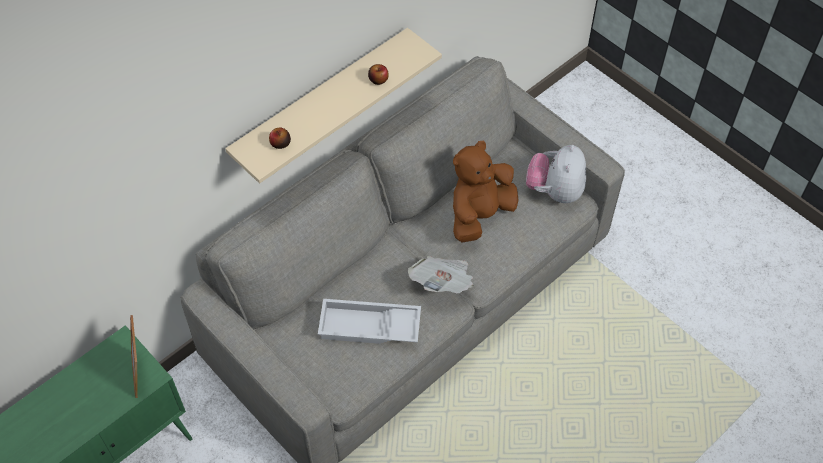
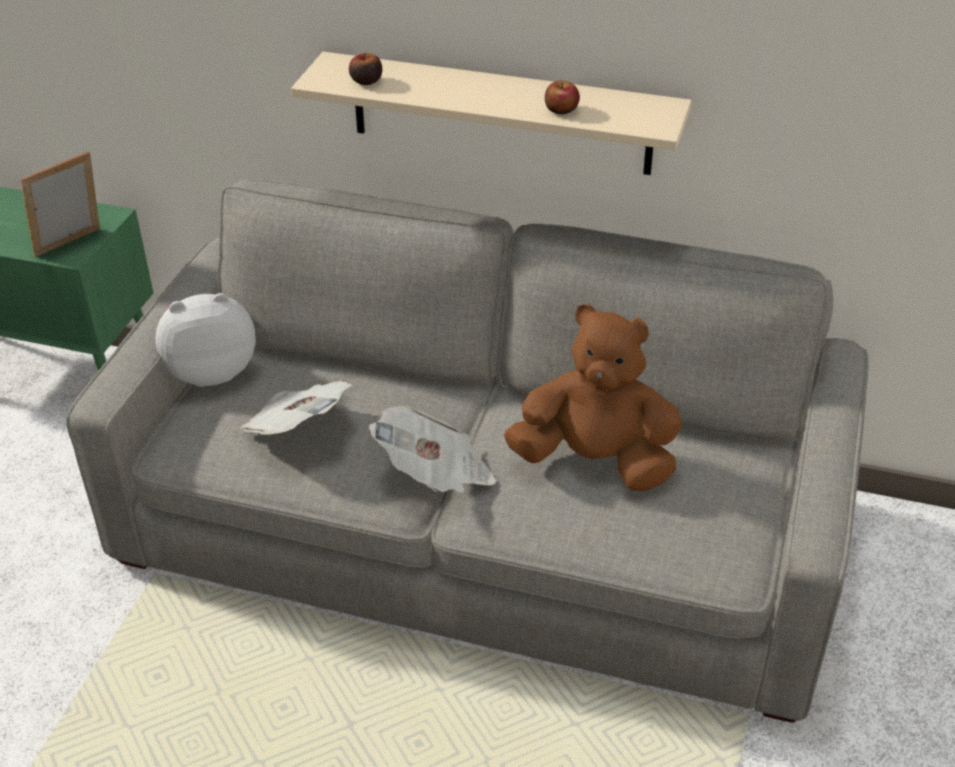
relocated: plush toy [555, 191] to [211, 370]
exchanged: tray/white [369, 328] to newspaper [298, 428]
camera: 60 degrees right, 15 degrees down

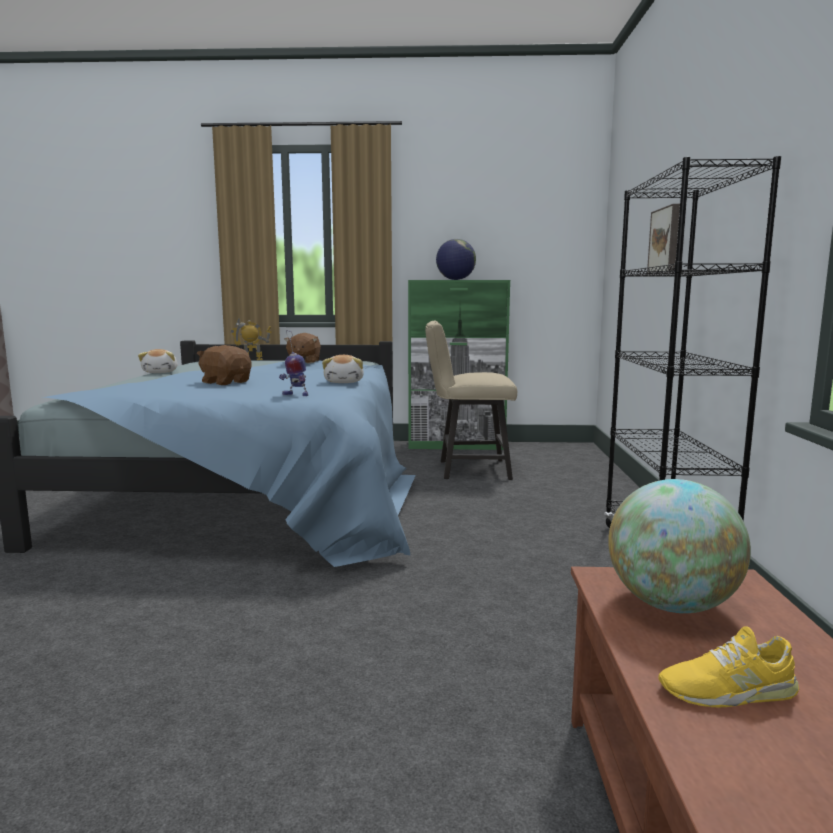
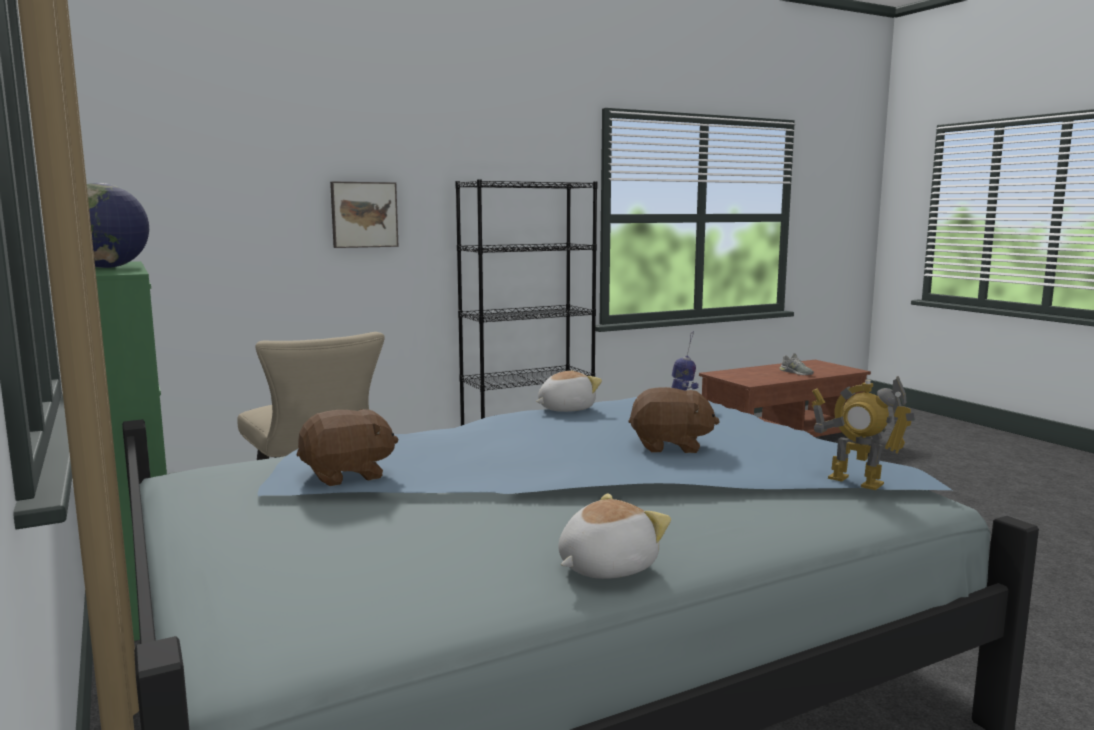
missing: globe [671, 605]
relocated: toy robot [252, 359] to [855, 481]
colour: shoe/yellow [727, 690] to shoe/grey [796, 373]
spun: plush toy/brown [226, 382] = [670, 446] 90 degrees counterclockwise
camera: 120 degrees left, 0 degrees up

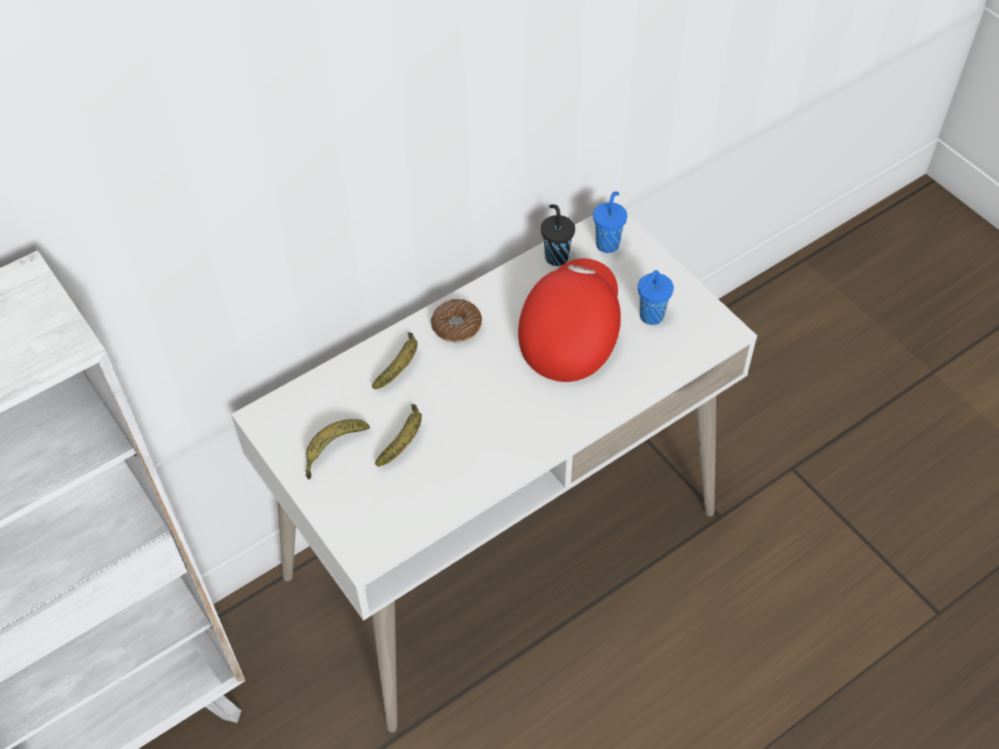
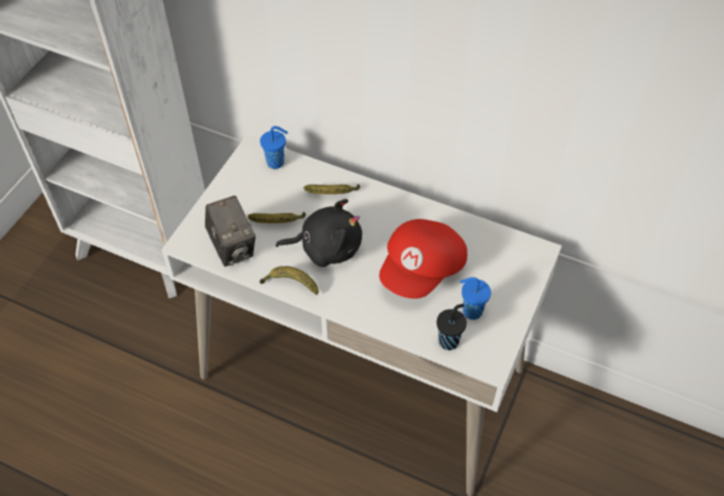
missing: donut [457, 326]
appeared: photo camera [233, 247]; plush toy/black [326, 247]
relocated: cup/blue [608, 243] to [276, 162]; banana [333, 449] to [290, 284]; cup/black [556, 256] to [449, 340]
spun: cap/red [569, 332] = [423, 270] 135 degrees clockwise
camera: 60 degrees right, 0 degrees up

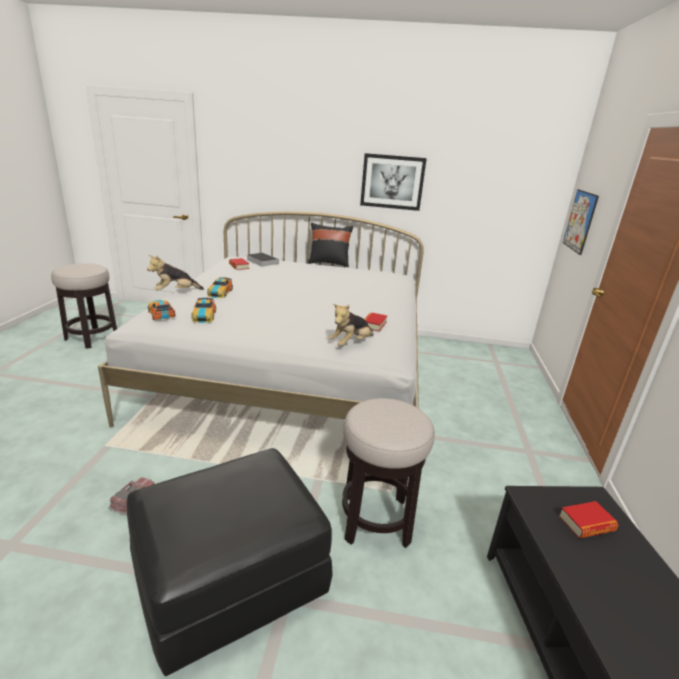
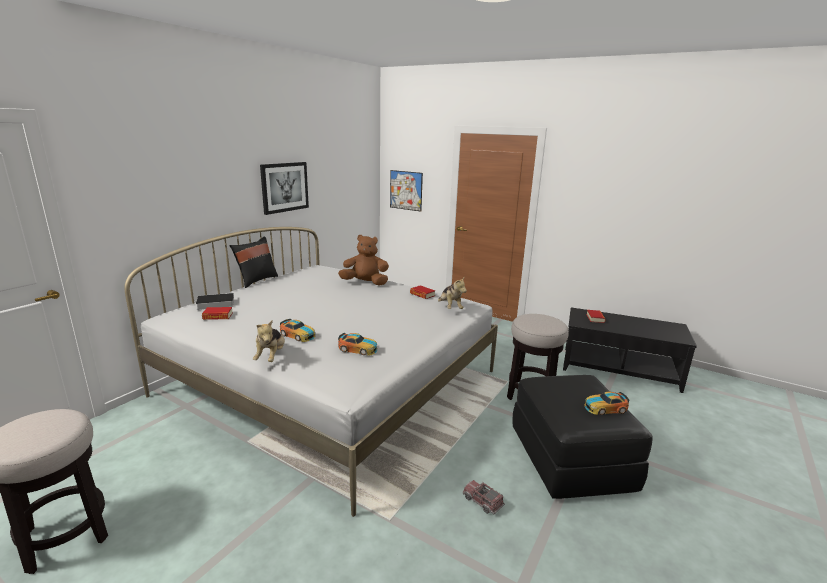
appeared: plush toy/brown [365, 283]
relocated: toy car [161, 314] to [605, 408]
camera: 65 degrees left, 5 degrees down

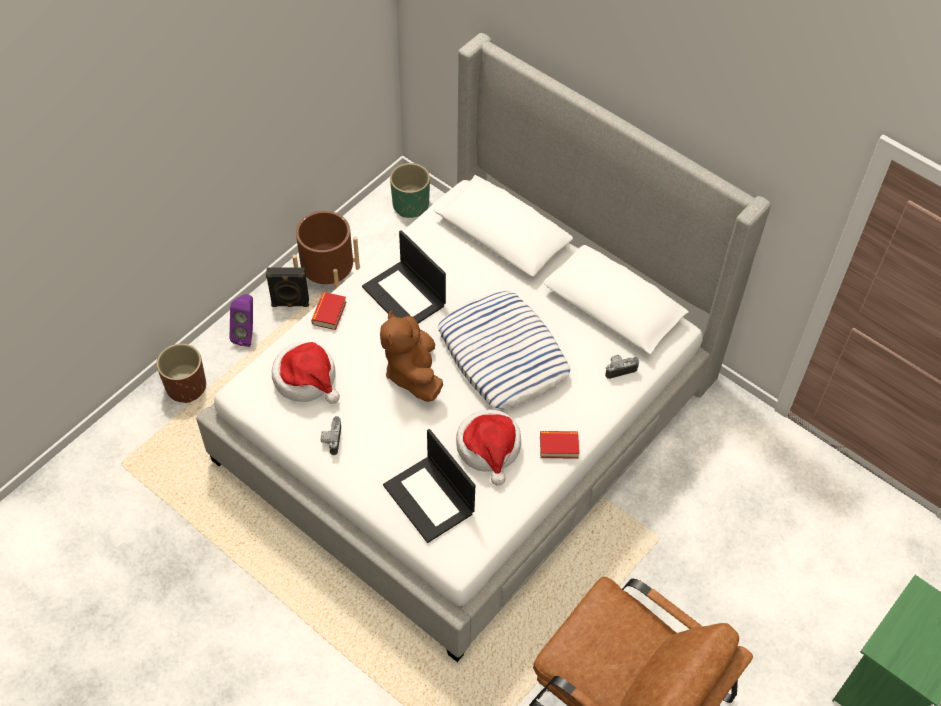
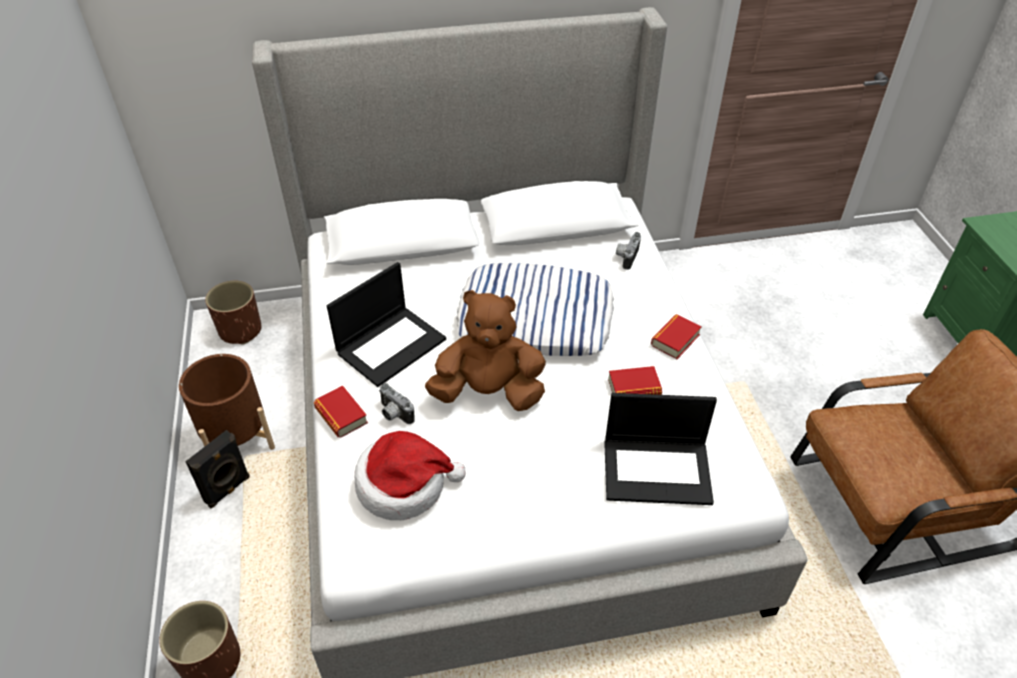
missing: speaker/purple [247, 334]
relocated: photo camera [331, 440] to [394, 414]
exchanged: hat [489, 448] to book [634, 388]
colour: planter/green [410, 205] to planter/brown [240, 330]
spun: laptop [405, 296] = [391, 345] 45 degrees counterclockwise; plush toy/brown [413, 373] = [489, 392] 150 degrees clockwise
camera: 50 degrees left, 10 degrees down

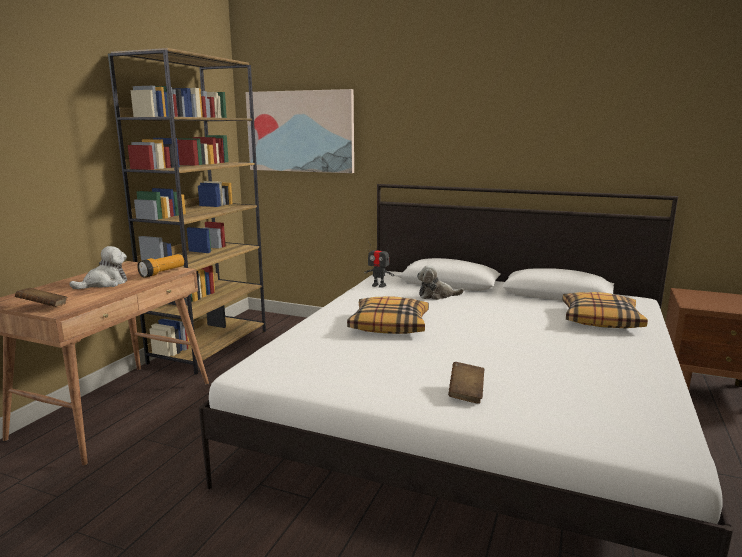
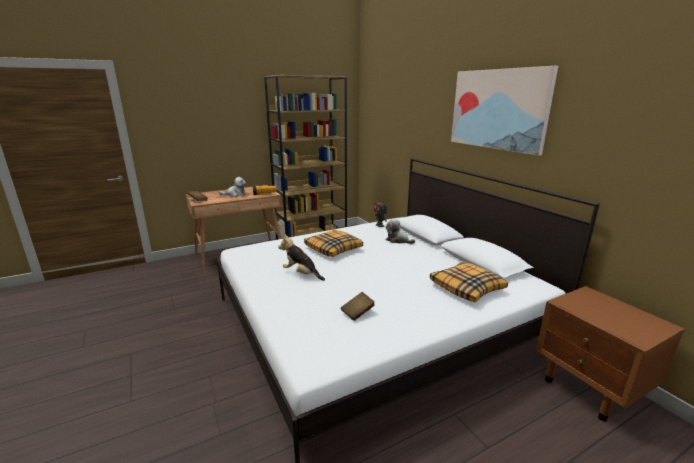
appeared: plush toy [301, 274]
relocated: book/brown [466, 393] to [357, 312]; picture [300, 131] to [498, 109]
camera: 40 degrees right, 5 degrees up

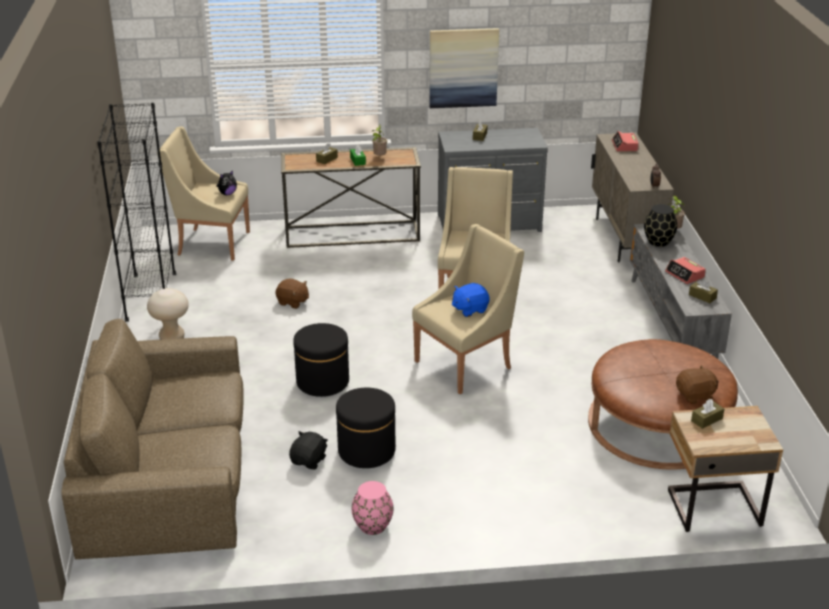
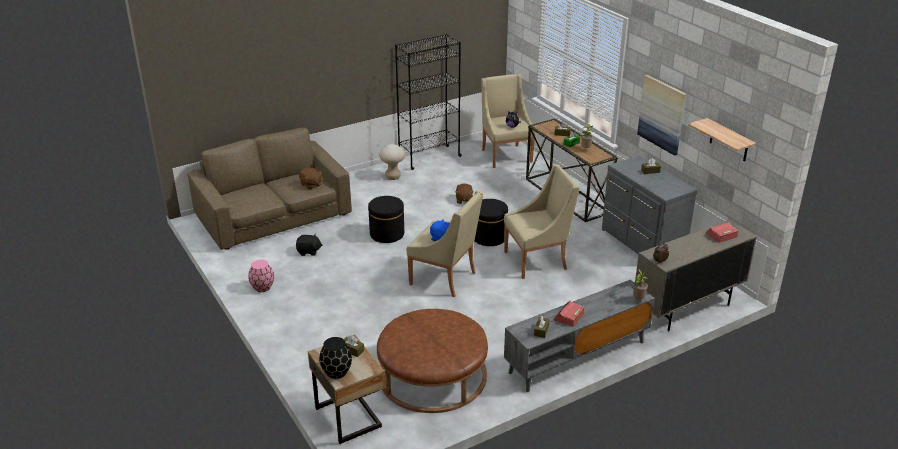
appeared: shelf [729, 140]
relocated: plush toy/brown [695, 396] to [310, 185]; vase/black [658, 242] to [336, 372]; ottoman/black [366, 451] to [489, 237]
camera: 65 degrees right, 0 degrees up

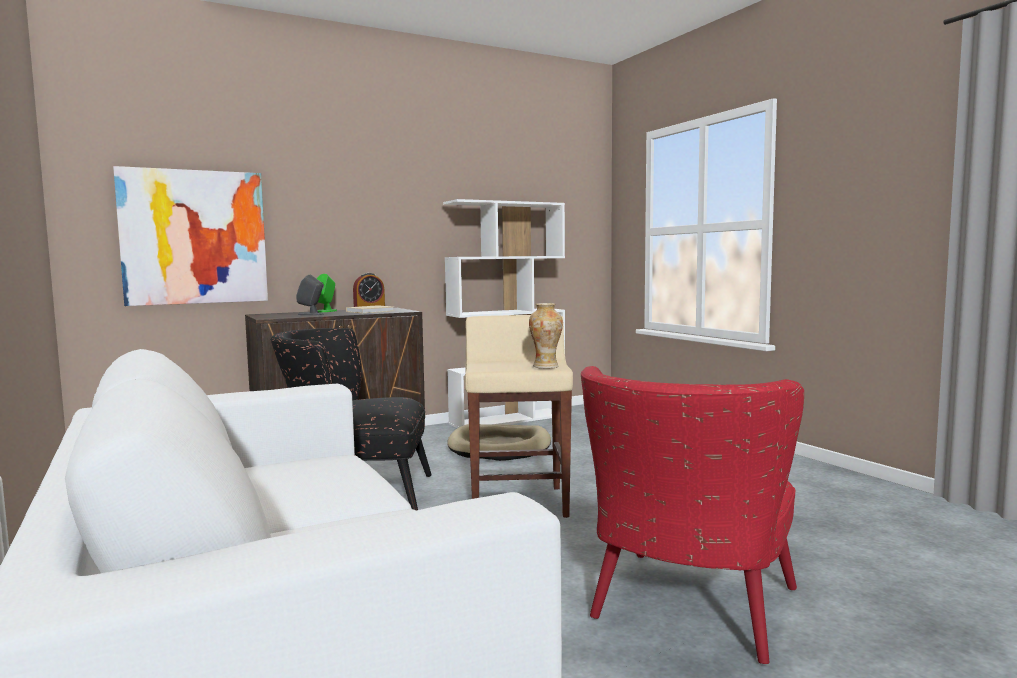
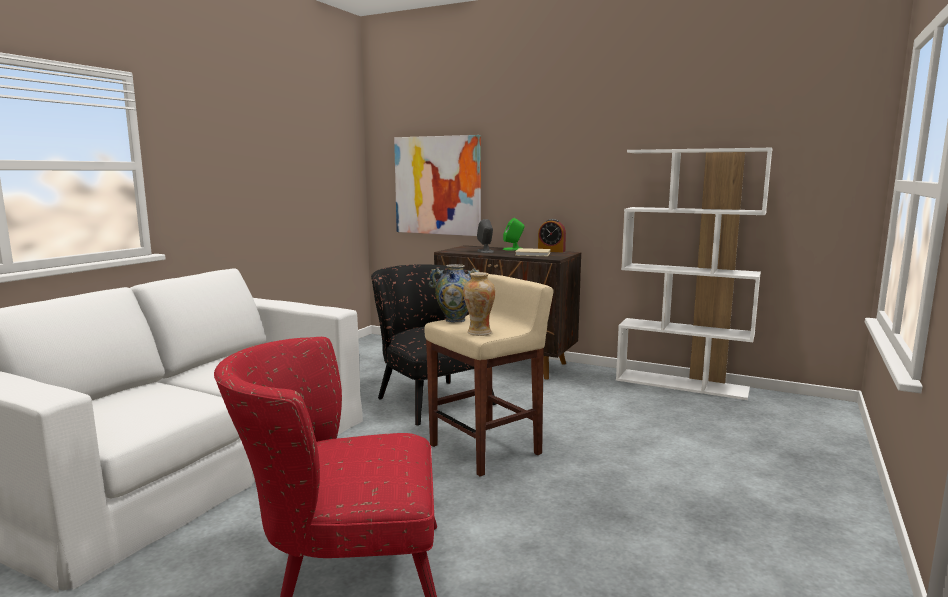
missing: dog bed/beige [499, 447]
appeared: vase [455, 320]
camera: 55 degrees right, 5 degrees up

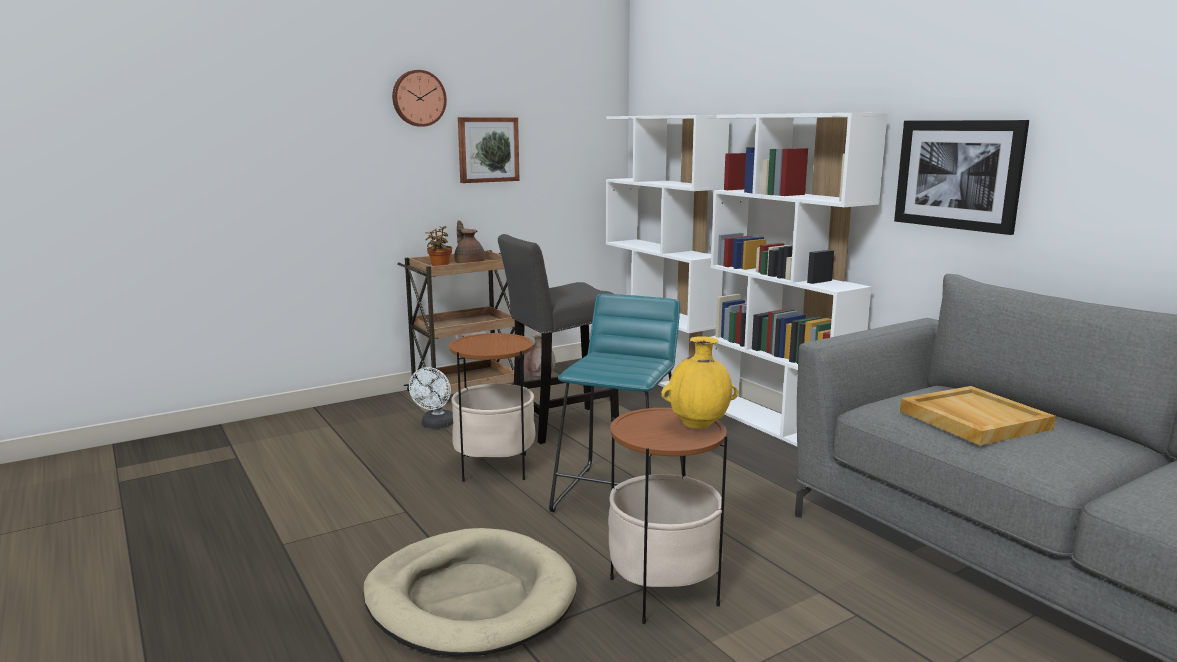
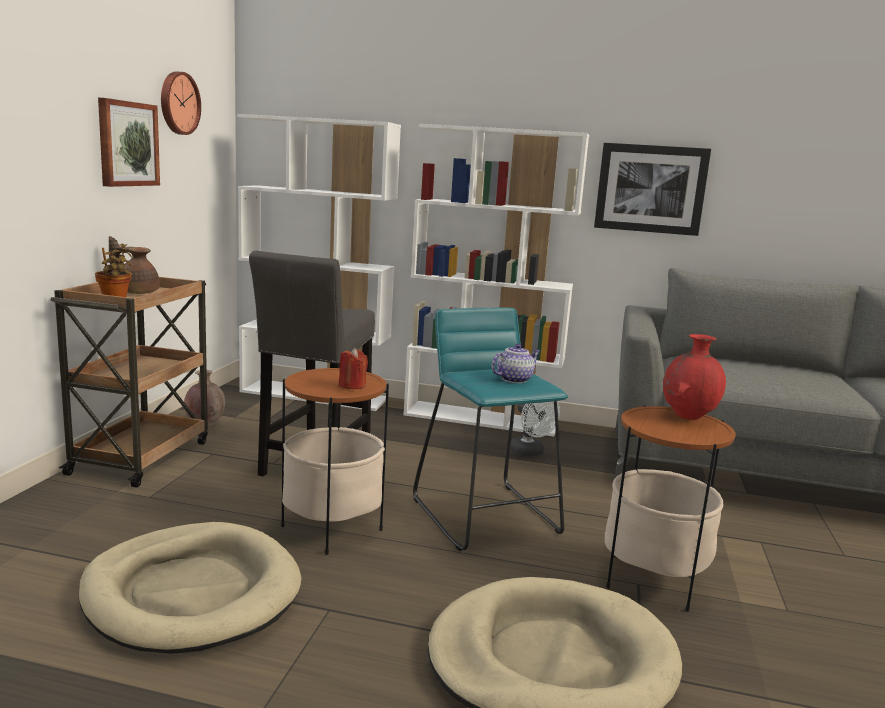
missing: tray/beige [972, 419]
appeared: dog bed/beige [192, 593]; candle/red [352, 385]; teapot [514, 379]
relocated: wall clock [418, 98] to [178, 103]; fan/white [436, 425] to [530, 453]
colour: vase/yellow [698, 425] to vase/red [688, 416]
camera: 45 degrees left, 0 degrees up

